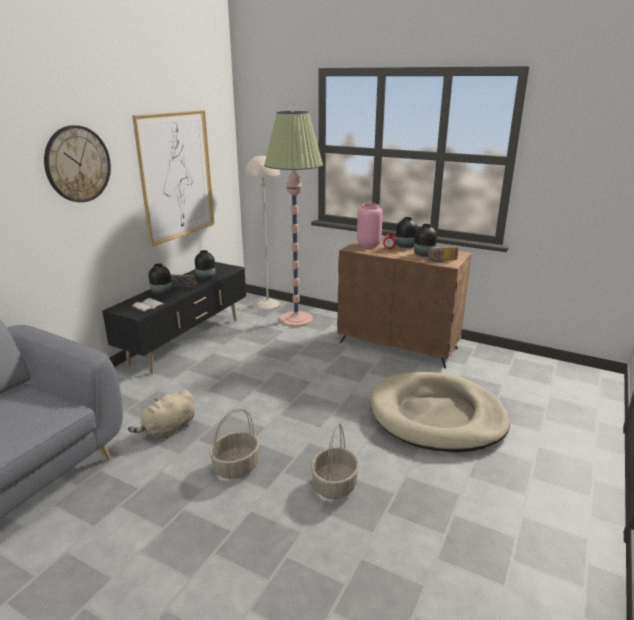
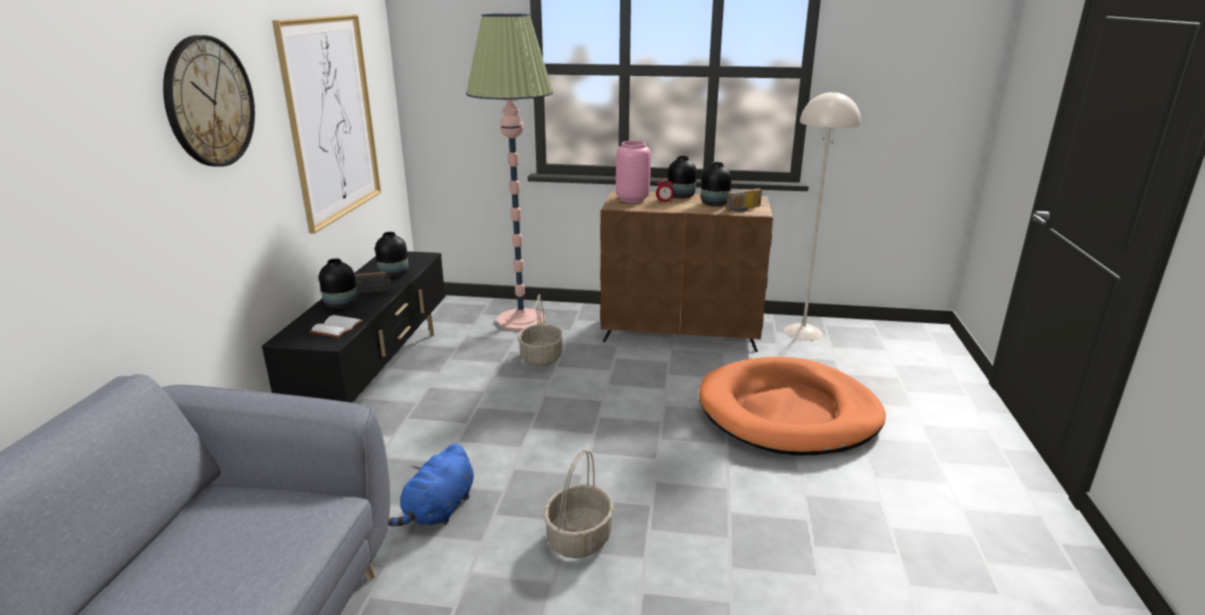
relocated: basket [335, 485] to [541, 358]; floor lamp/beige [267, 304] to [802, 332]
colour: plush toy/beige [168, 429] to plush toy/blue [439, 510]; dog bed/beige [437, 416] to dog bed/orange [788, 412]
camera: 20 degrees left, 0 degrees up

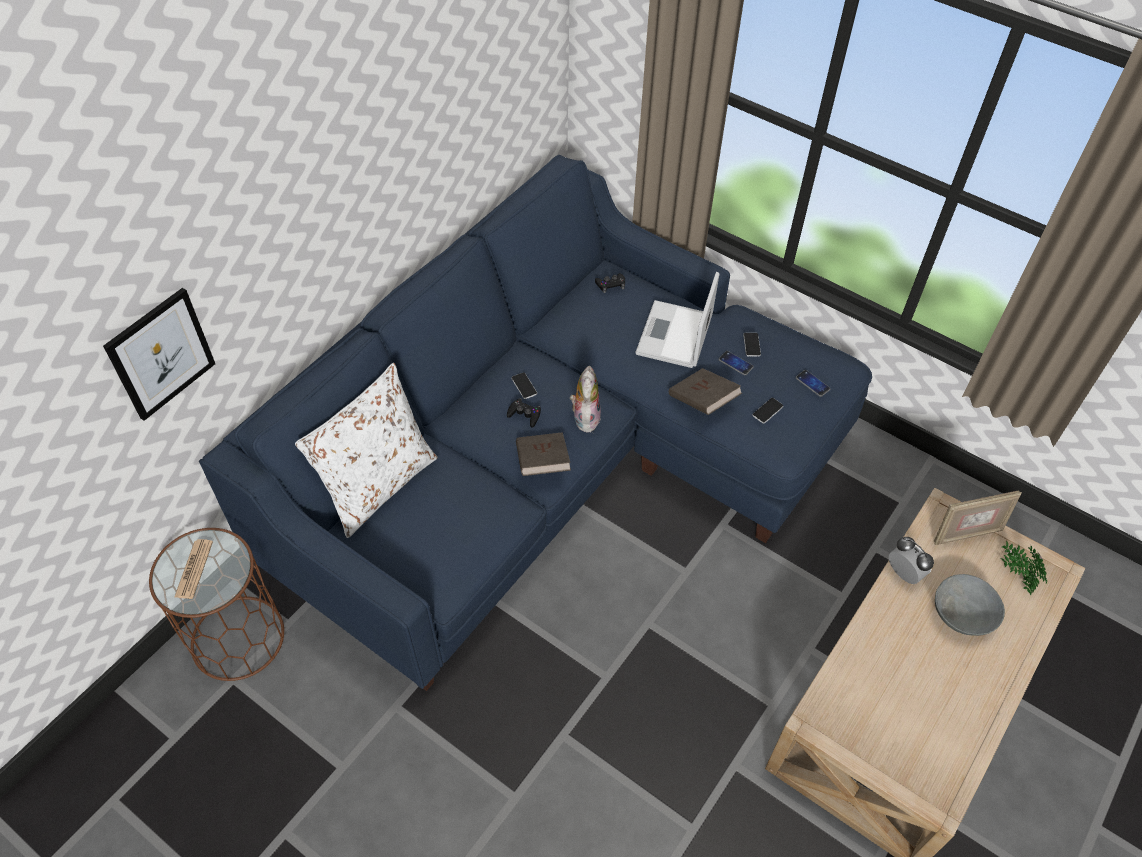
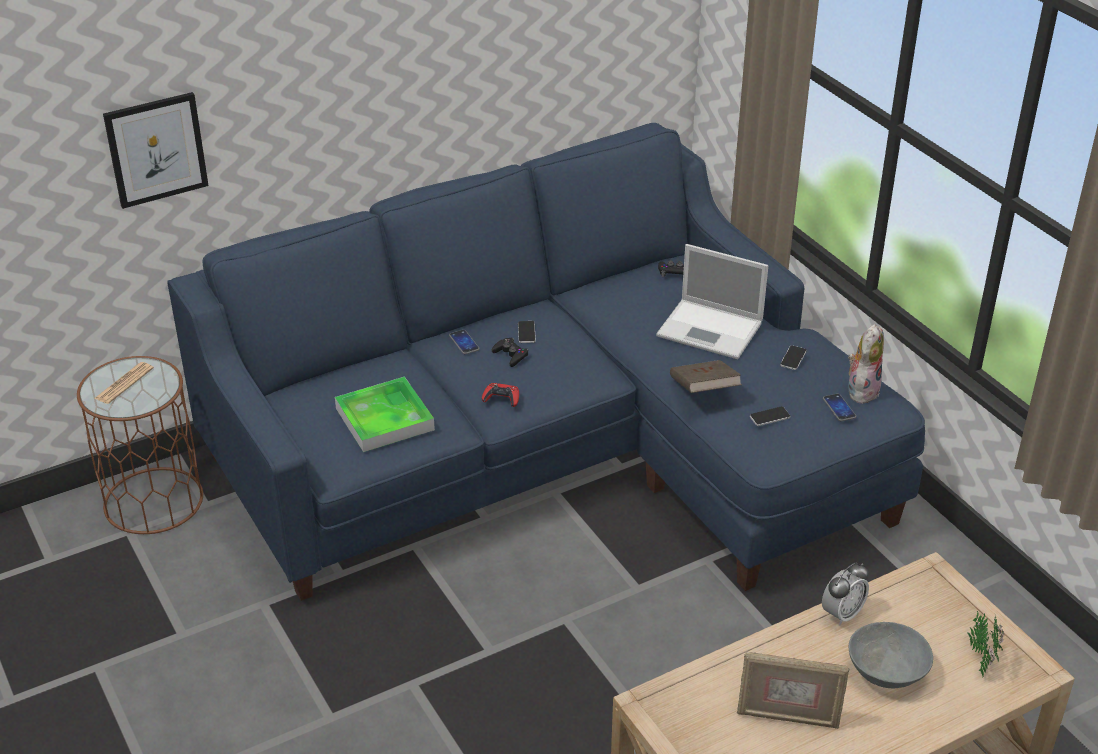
missing: pillow/white [378, 484]
appeared: tray [384, 419]
relocated: phone [735, 363] to [464, 343]; picture frame [966, 534] to [787, 717]; plush toy [584, 417] to [861, 390]
exchanged: book/brown [542, 463] to game controller/red [501, 398]
spun: laptop [674, 336] = [711, 329] 105 degrees counterclockwise; alarm clock [903, 573] = [842, 614] 60 degrees clockwise
camera: 25 degrees right, 15 degrees down

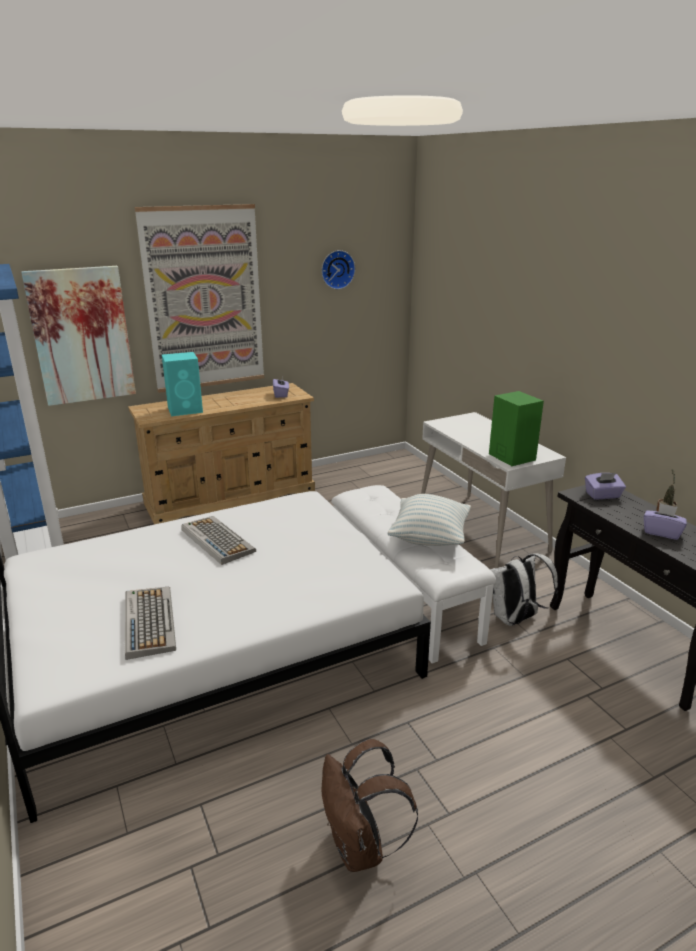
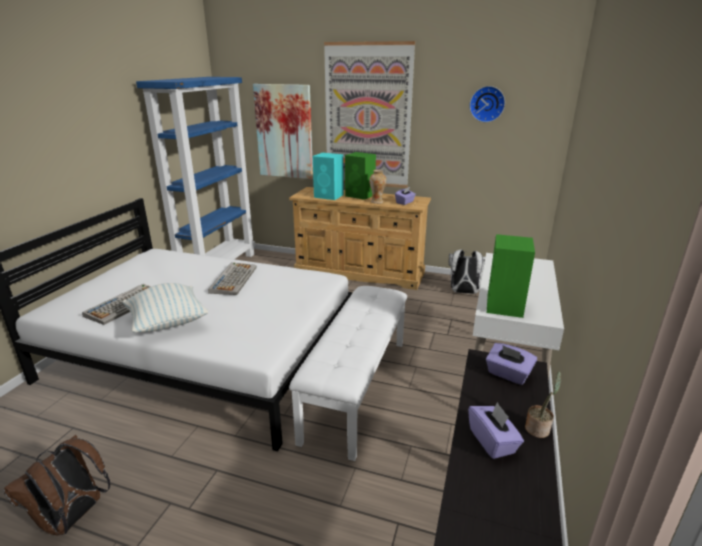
appeared: speaker/green [360, 195]; vase [377, 202]
relocated: pillow [429, 538] to [168, 324]; backpack/white [515, 619] to [463, 292]
camera: 45 degrees right, 0 degrees up

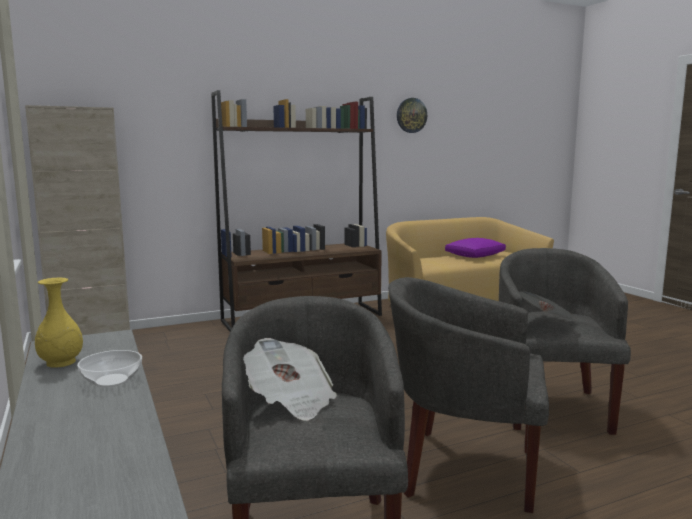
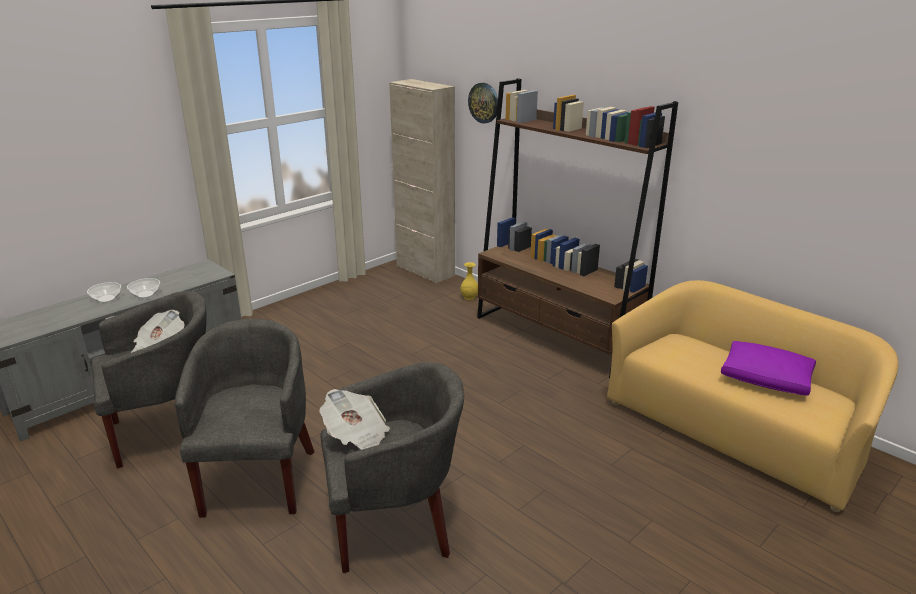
appeared: bowl [106, 299]
relocated: vase/yellow [60, 362] to [469, 297]; wall clock [411, 115] to [484, 103]
camera: 70 degrees right, 15 degrees up

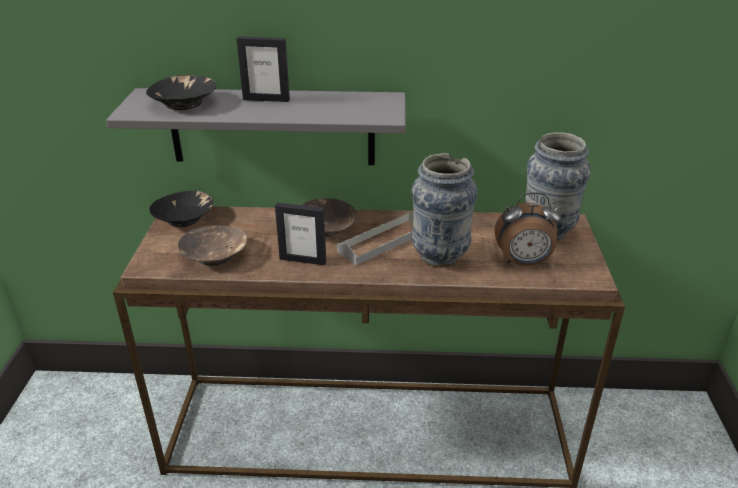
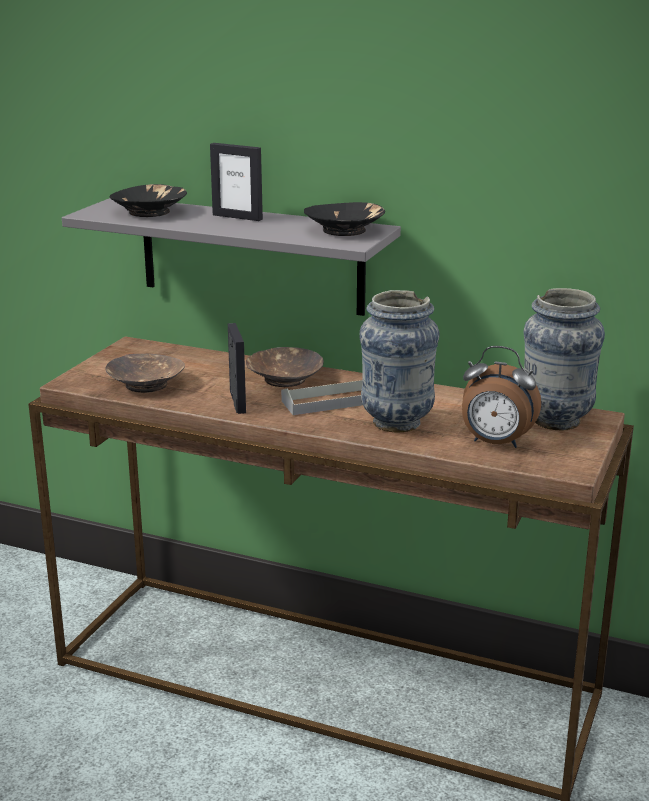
relocated: bowl/black [184, 218] to [345, 230]
spun: picture frame [303, 260] = [237, 402] 135 degrees counterclockwise
camera: 20 degrees right, 10 degrees down

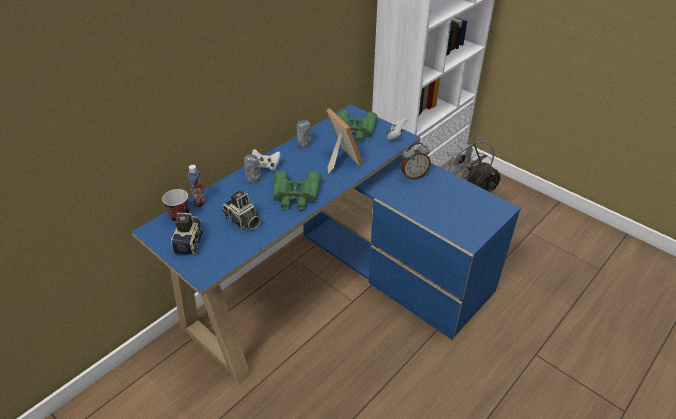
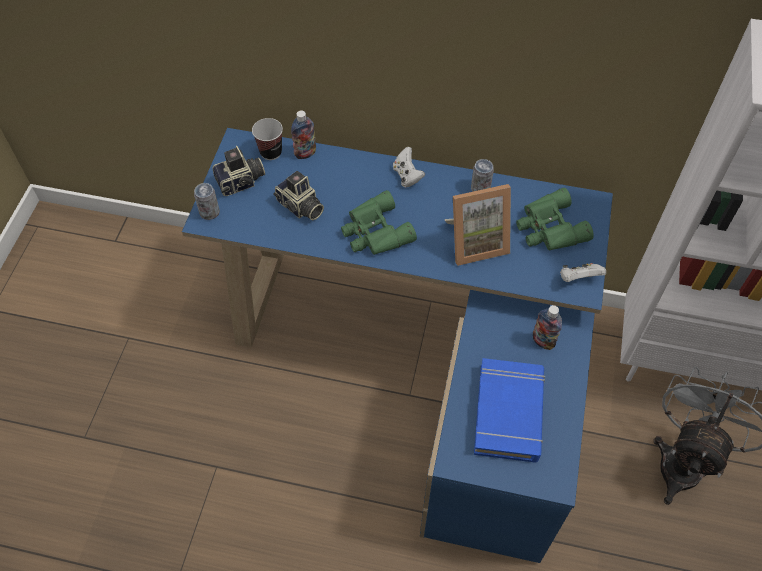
appeared: book/blue [509, 413]
relocated: can [254, 178] to [209, 212]
exchanged: alarm clock [413, 175] to bottle [543, 341]
spun: photo camera [242, 221] = [300, 207] 60 degrees counterclockwise; picture frame [340, 160] = [475, 242] 45 degrees clockwise
camera: 60 degrees right, 15 degrees up

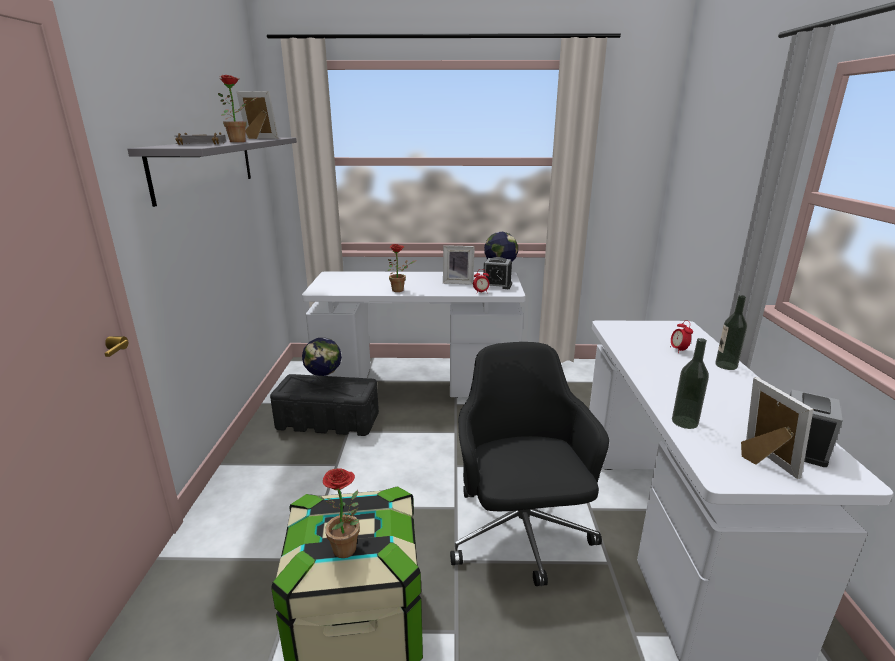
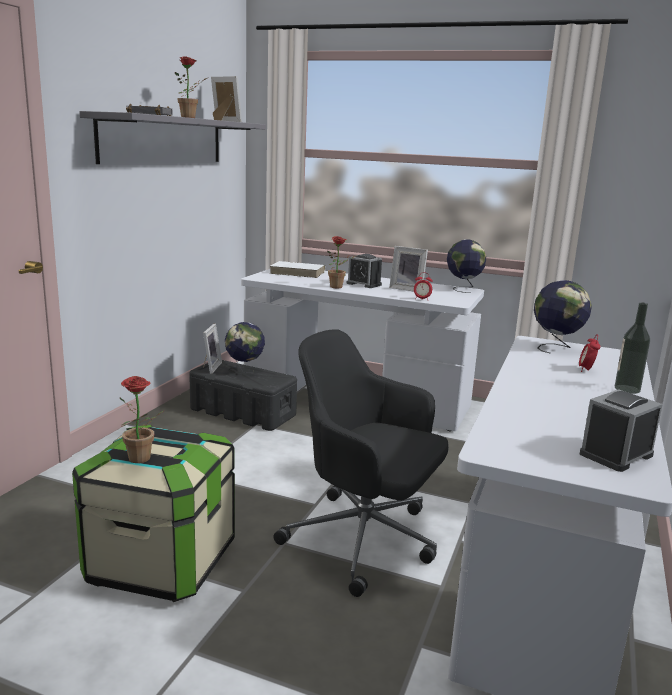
missing: bottle [684, 422]
appeared: book/white [298, 272]; globe [556, 348]
relocated: picture frame [762, 460] to [209, 367]; alarm clock [497, 285] to [364, 284]
spun: office chair/black [520, 534] = [364, 540] 75 degrees counterclockwise
camera: 20 degrees right, 5 degrees down

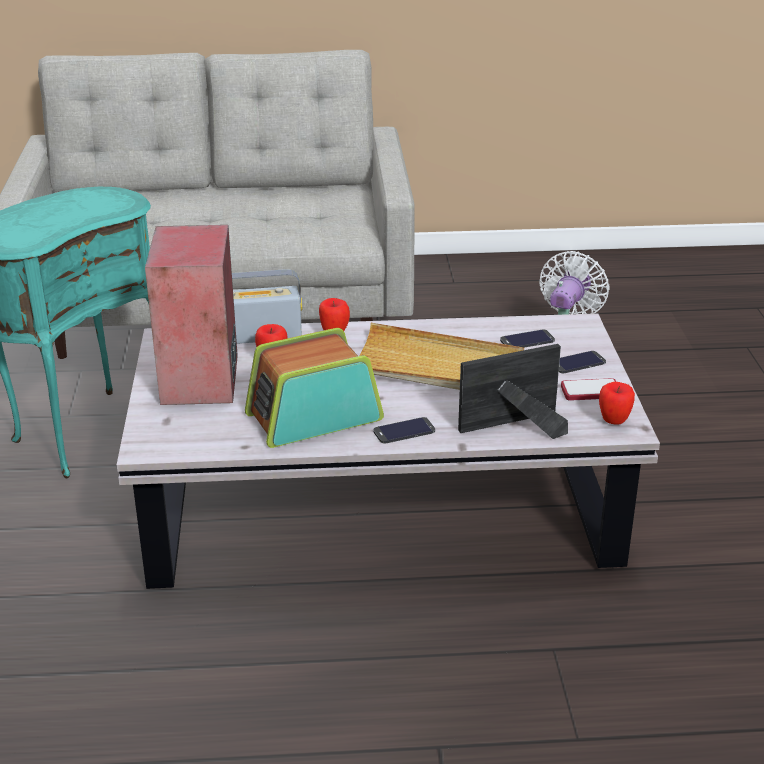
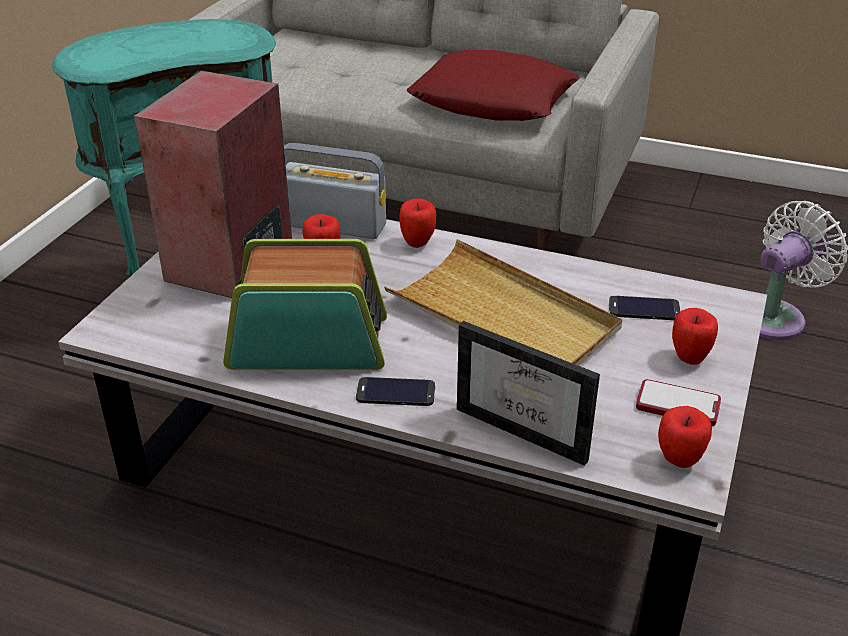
appeared: pillow/red [493, 100]
exchanged: phone [577, 363] to apple [689, 358]
spun: picture frame [510, 427] = [530, 427] 150 degrees counterclockwise
camera: 25 degrees right, 5 degrees up

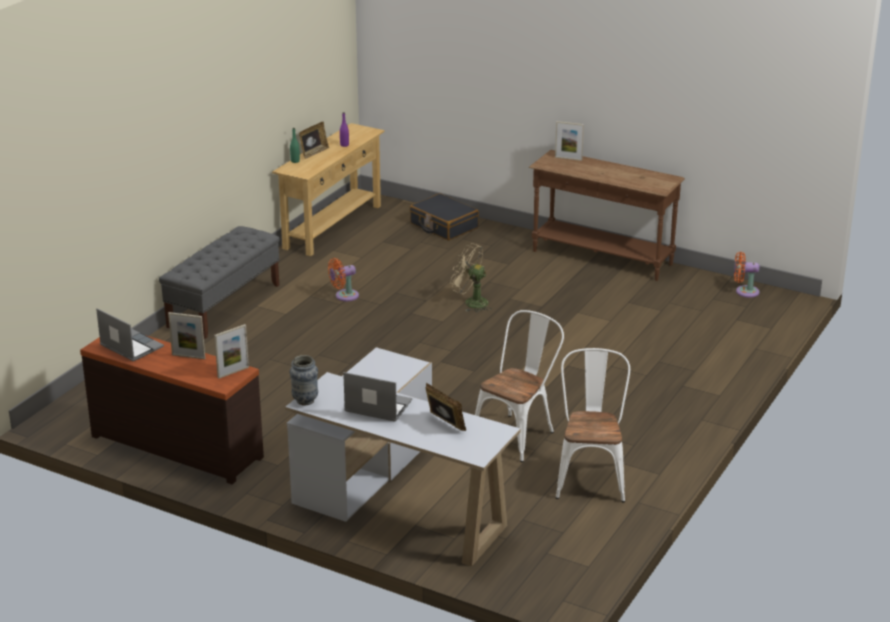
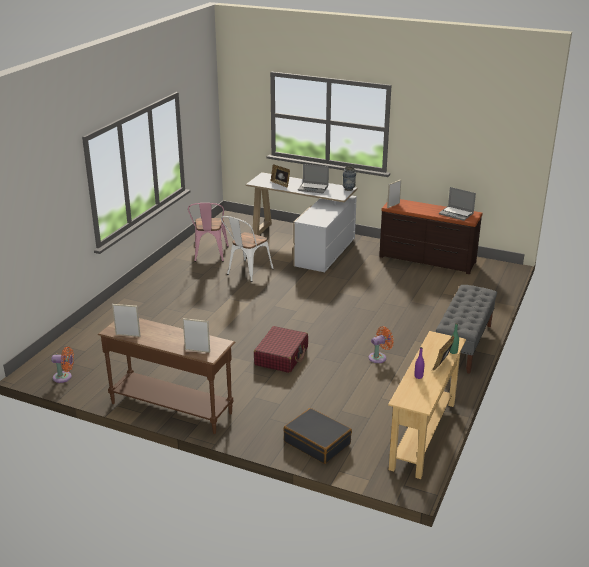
relocated: picture frame [188, 356] to [128, 335]
exchanged: fan/beige [471, 302] to suitcase/red [281, 356]
colour: chair/white [590, 477] to chair/pink [210, 255]
camera: 175 degrees right, 0 degrees up

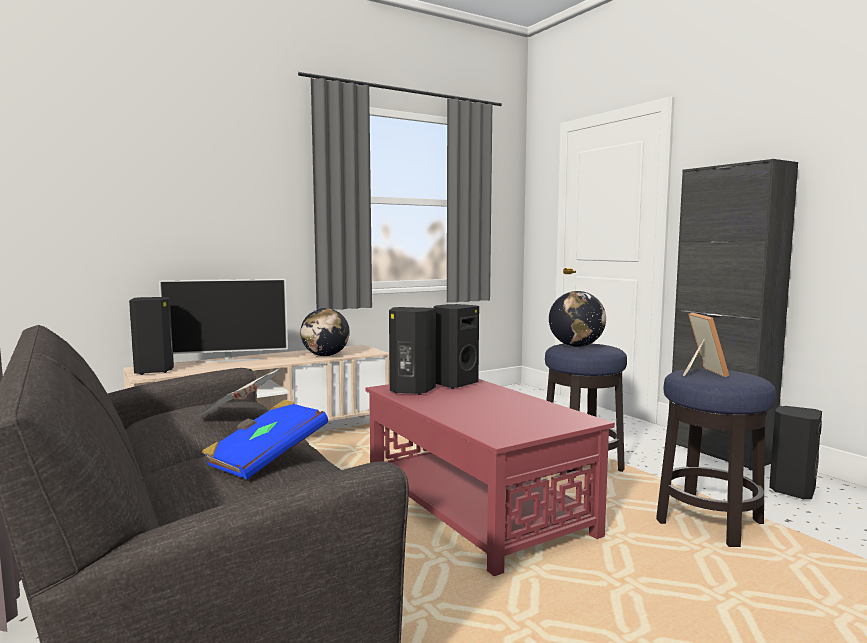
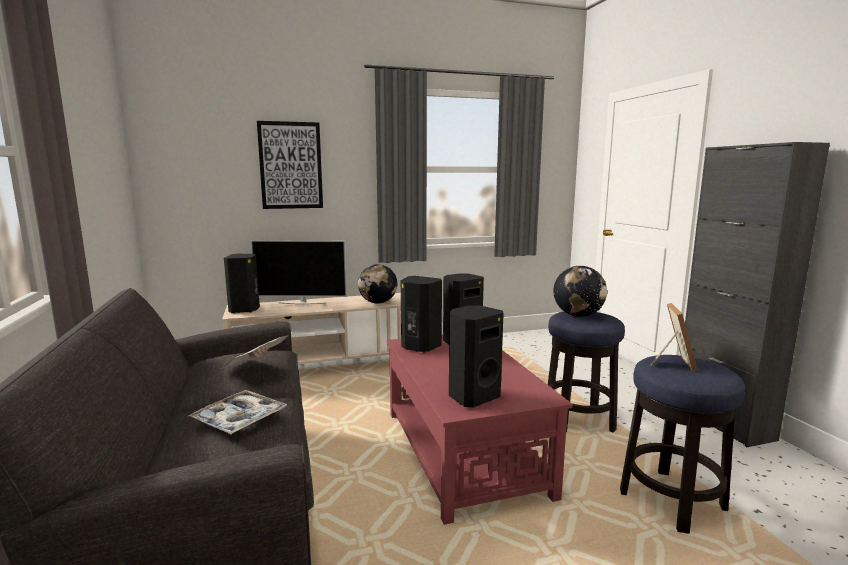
appeared: picture [291, 165]
relocated: speaker/black [791, 490] to [472, 397]
exchanged: book/blue [266, 459] to tray [239, 419]
camera: 15 degrees right, 5 degrees up

